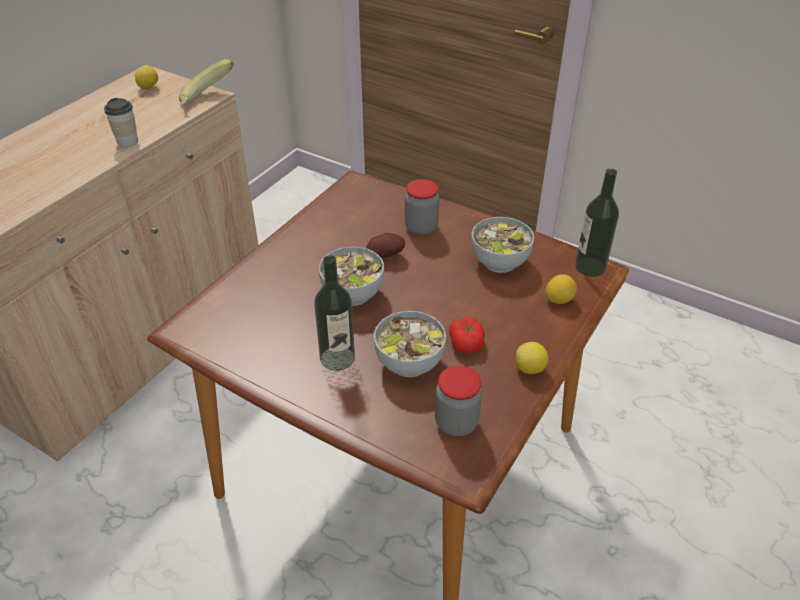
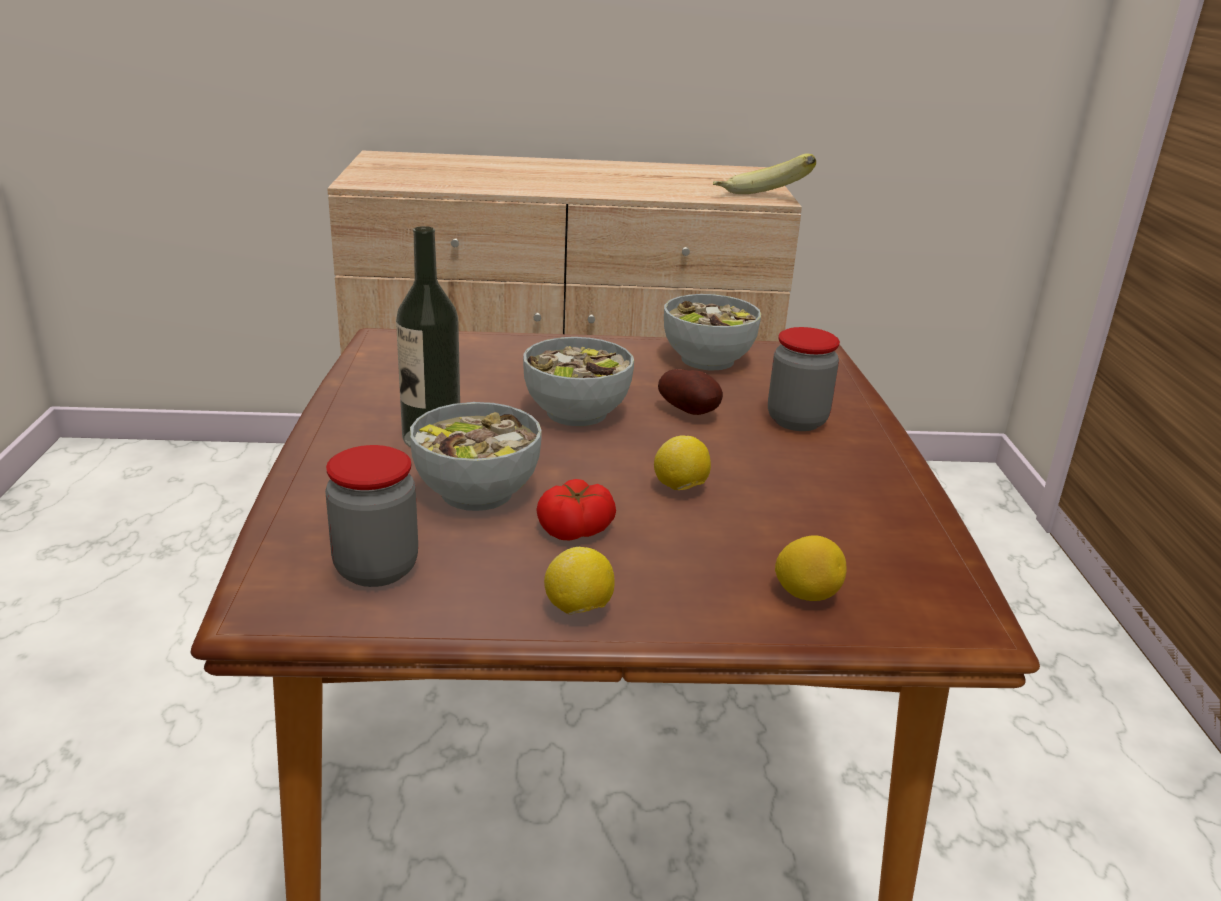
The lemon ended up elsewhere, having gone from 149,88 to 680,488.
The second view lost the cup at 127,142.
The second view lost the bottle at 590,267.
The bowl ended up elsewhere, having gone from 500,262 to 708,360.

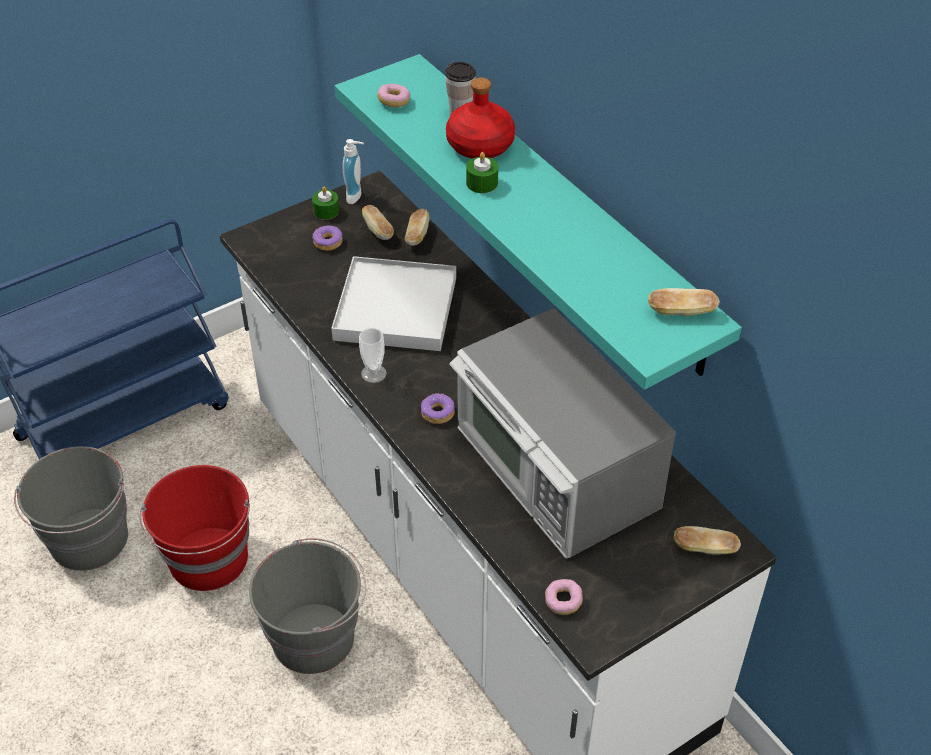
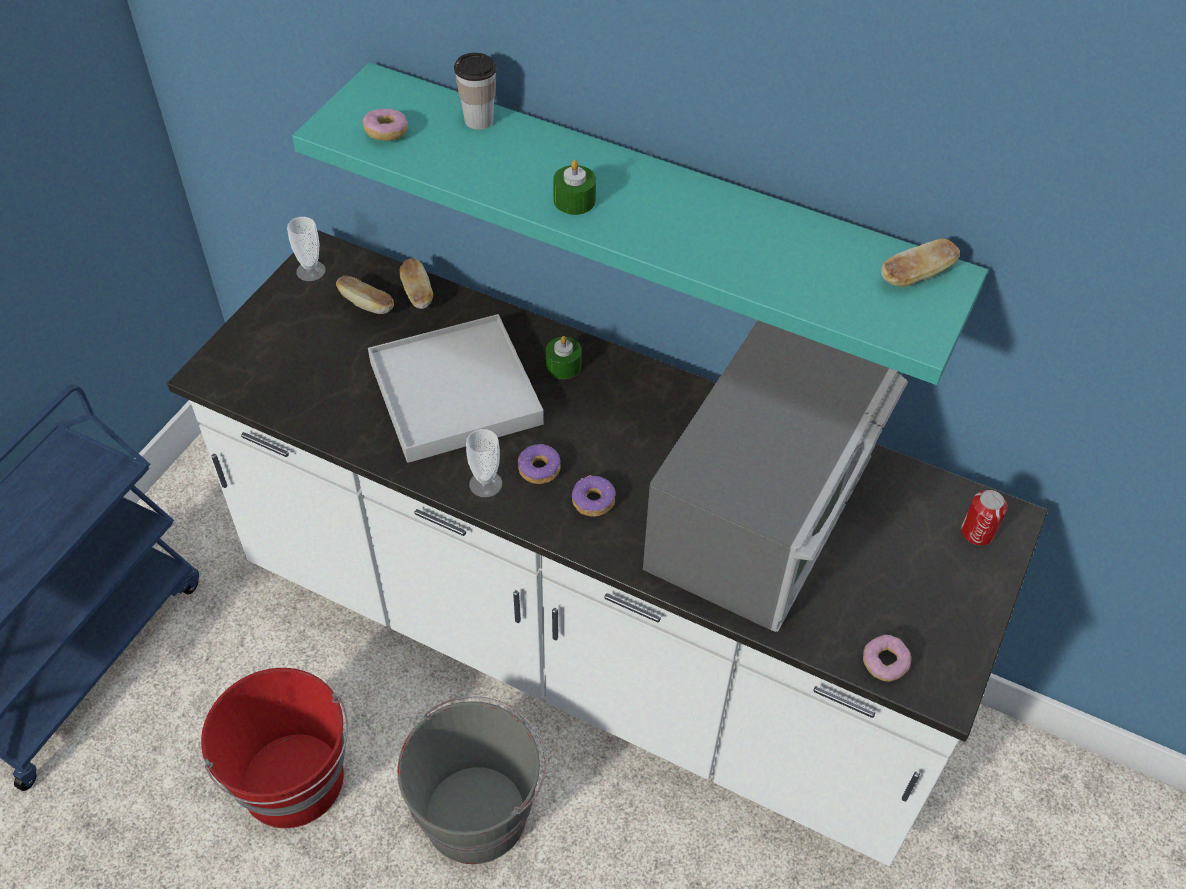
The second view lost the red bottle at 481,145.
Where the soap dispenser stood at 357,196, the cup came to stand at 311,271.
The green candle ended up elsewhere, having gone from 326,211 to 563,365.
The donut ended up elsewhere, having gone from 328,242 to 539,469.
The microwave at 554,469 ended up facing another way, 90 degrees counterclockwise from before.
The second view lost the grey bucket at 89,540.
Where the bread stood at 705,548, the can came to stand at 977,532.

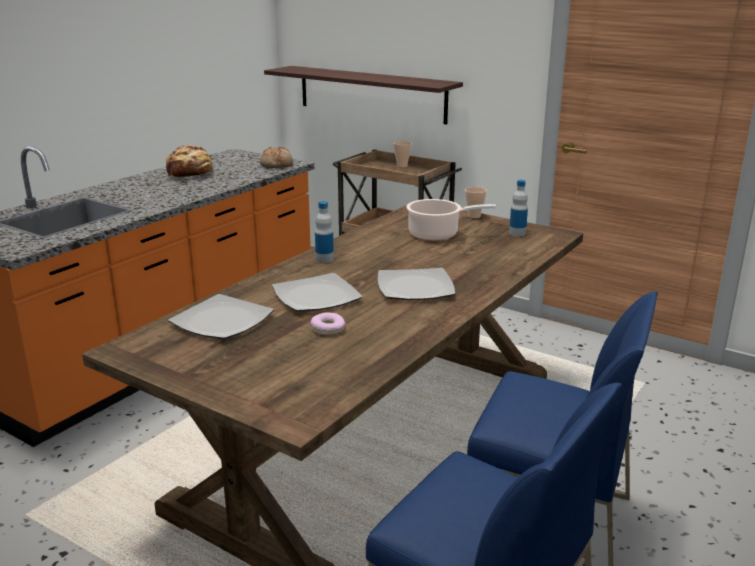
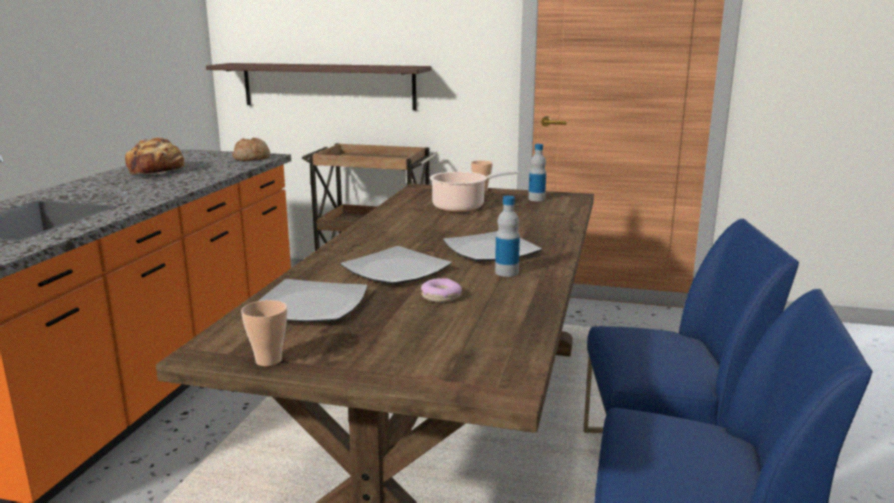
The cup ended up elsewhere, having gone from 402,166 to 268,360.
The bottle ended up elsewhere, having gone from 324,259 to 506,272.

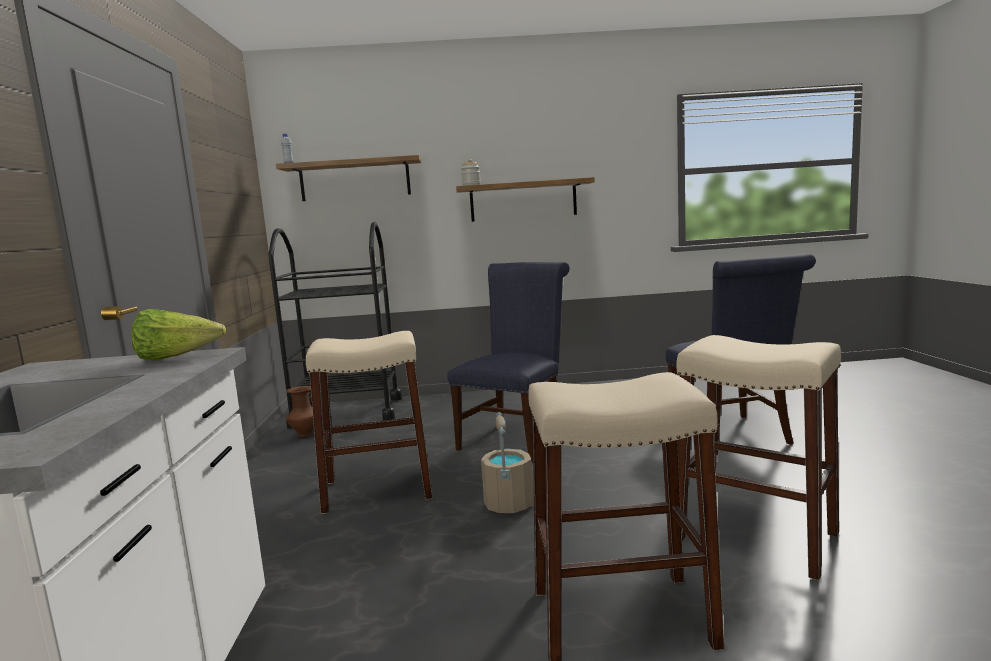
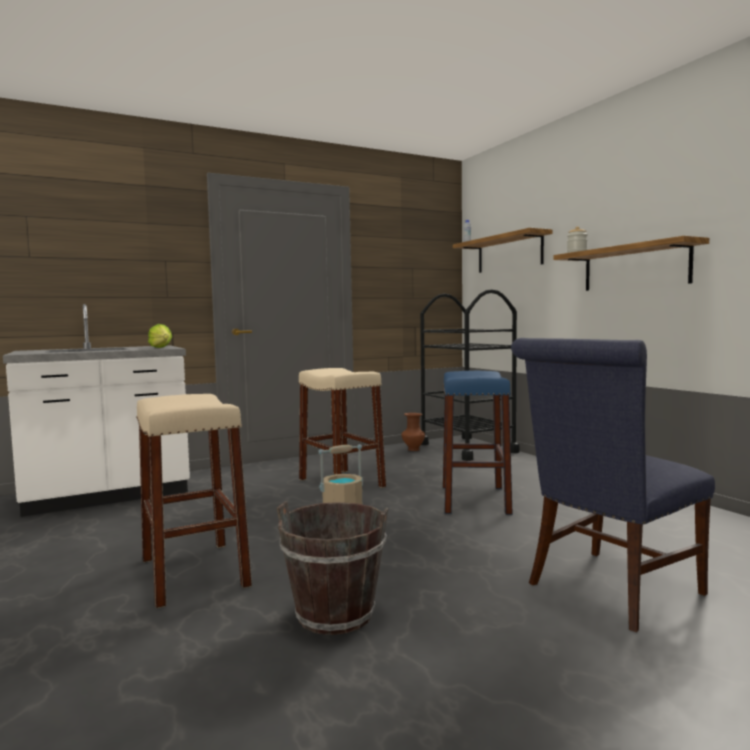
Where the blue chair stood at 517,438, the blue stool came to stand at 474,500.
Where the beige stool stood at 755,536, the brown bucket came to stand at 335,614.

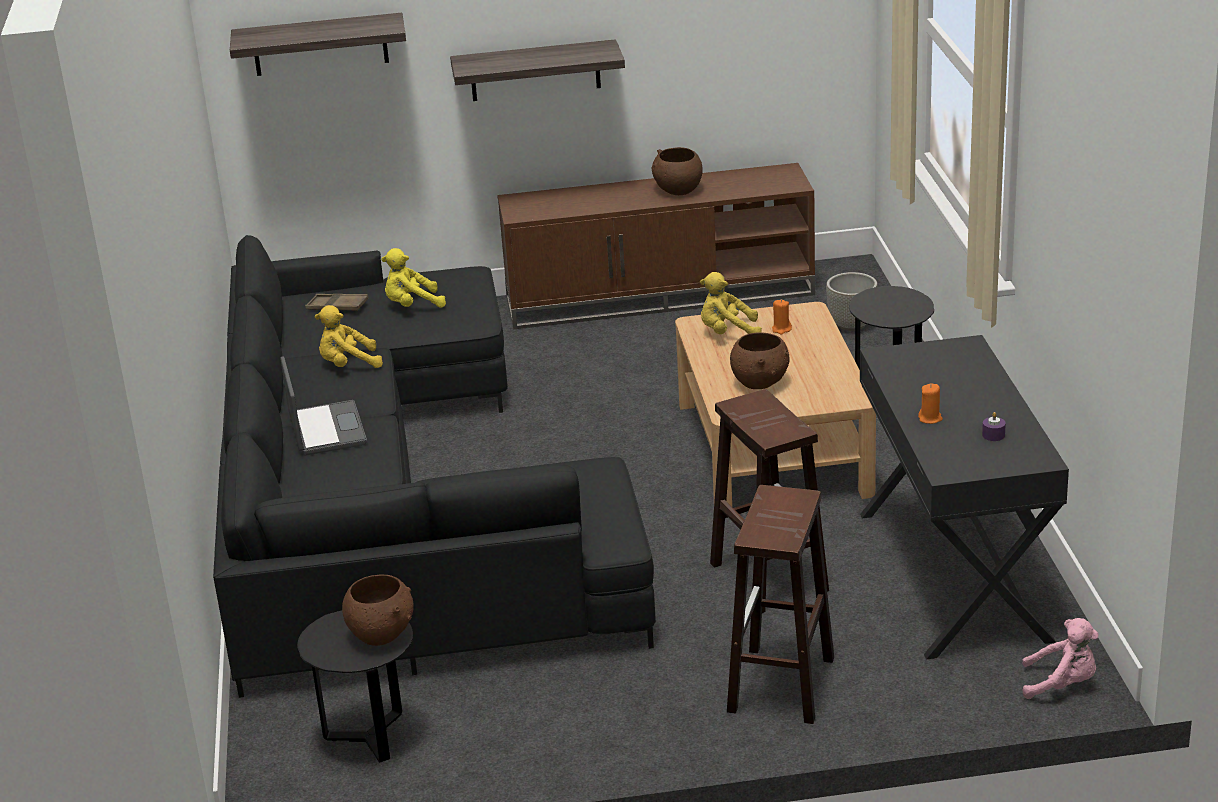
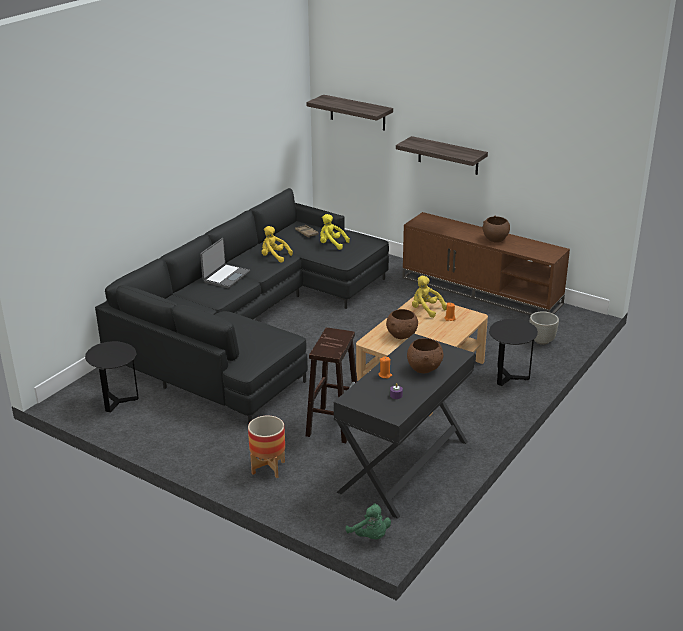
Where the brown stool stood at 781,686, the planter came to stand at 268,468.
The brown bowl ended up elsewhere, having gone from 381,634 to 424,369.
What was the pink plush toy at 1062,684 turned into the green plush toy at 370,536.

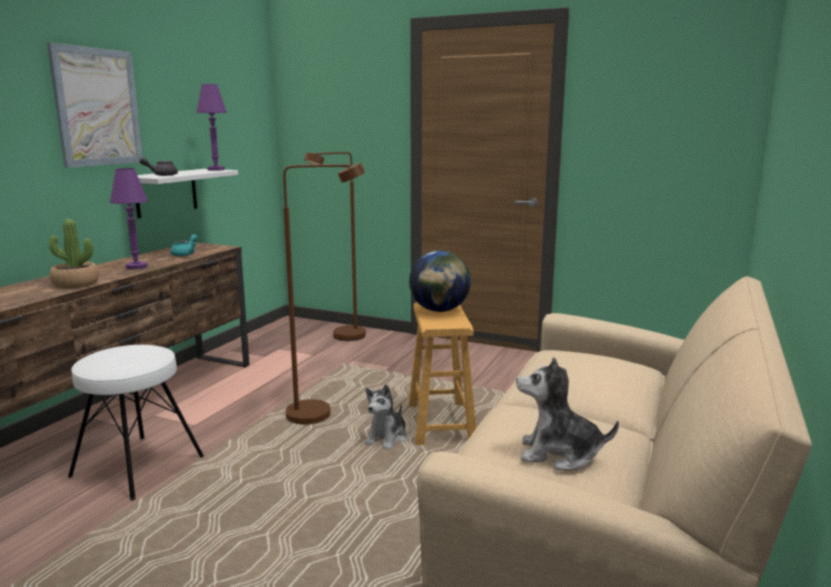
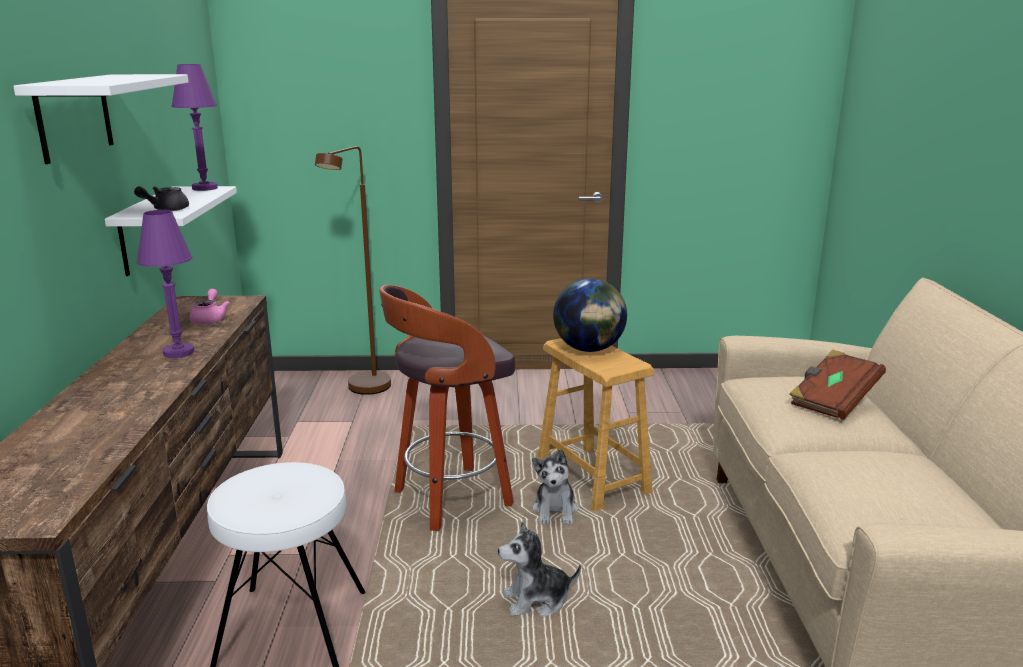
Where the picture hung at 97,107, the white shelf came to hang at 74,116.
Where the brown floor lamp stood at 321,414, the stool came to stand at 450,500.
The second view lost the potted plant at 75,284.
What was the turquoise teapot at 185,254 turned into the pink teapot at 210,319.
The plush toy ended up elsewhere, having gone from 559,454 to 536,600.
The second view gained the brown book at 833,401.

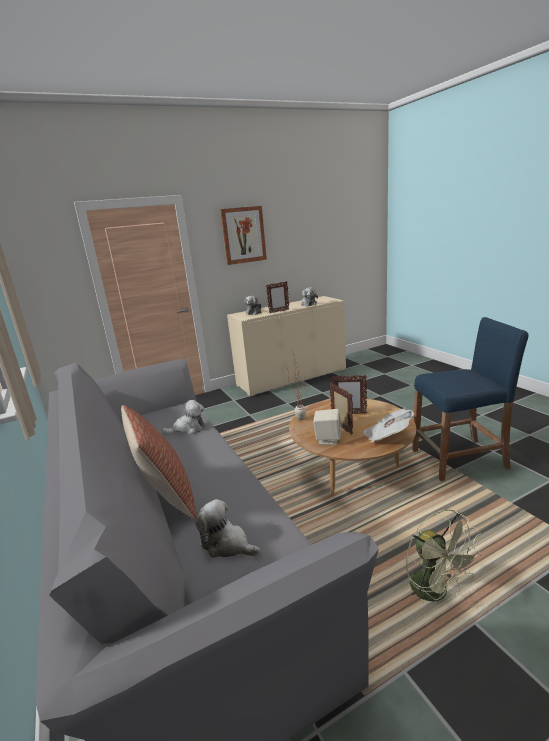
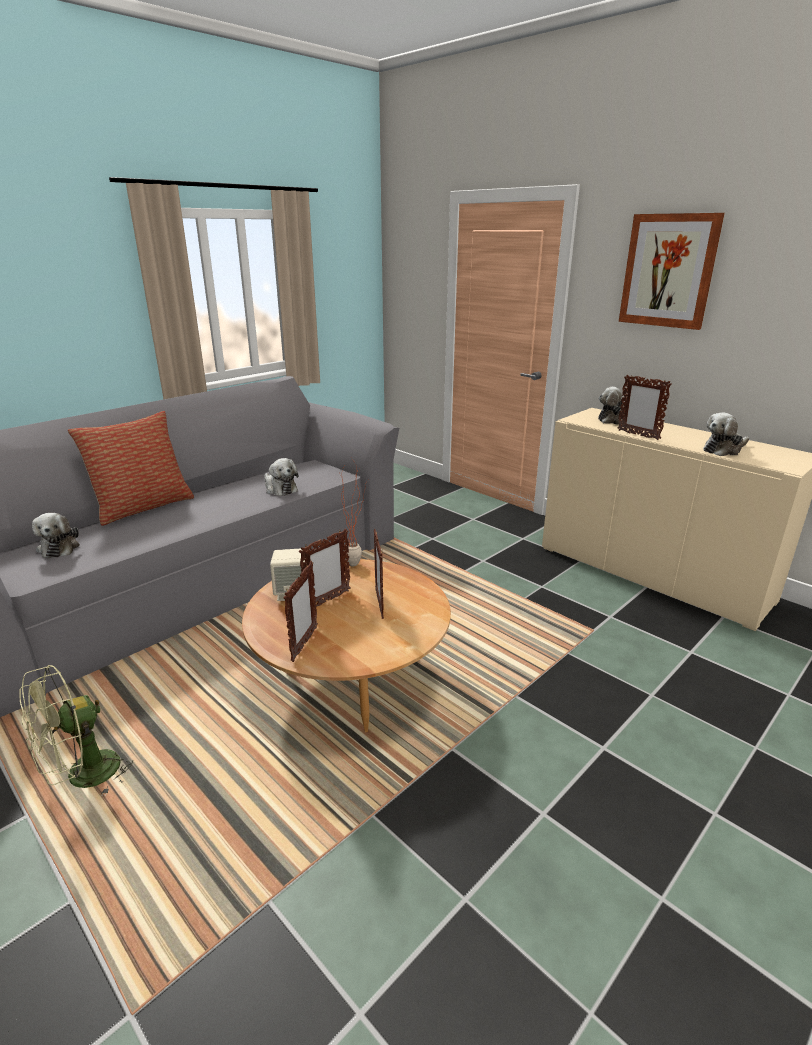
The second view lost the blue stool at 459,459.
Where the newspaper stood at 387,436, the picture frame came to stand at 304,644.
The plush toy at 227,544 ended up facing another way, 150 degrees clockwise from before.

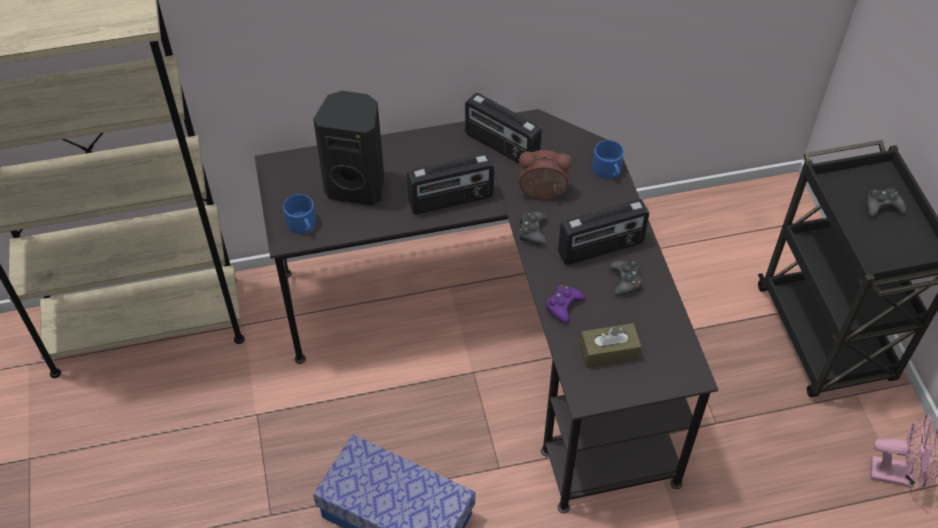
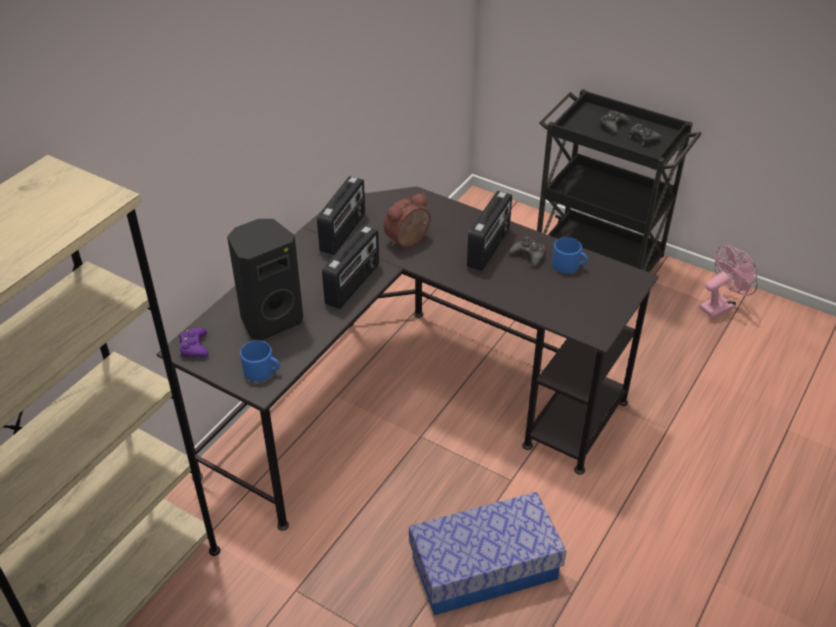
The radio at 501,147 ended up facing another way, 60 degrees counterclockwise from before.
The blue mug ended up elsewhere, having gone from 608,170 to 569,265.
The black game controller ended up elsewhere, having gone from 532,231 to 643,138.
The purple game controller ended up elsewhere, having gone from 563,306 to 194,347.
The second view lost the brown tissue box at 609,351.

